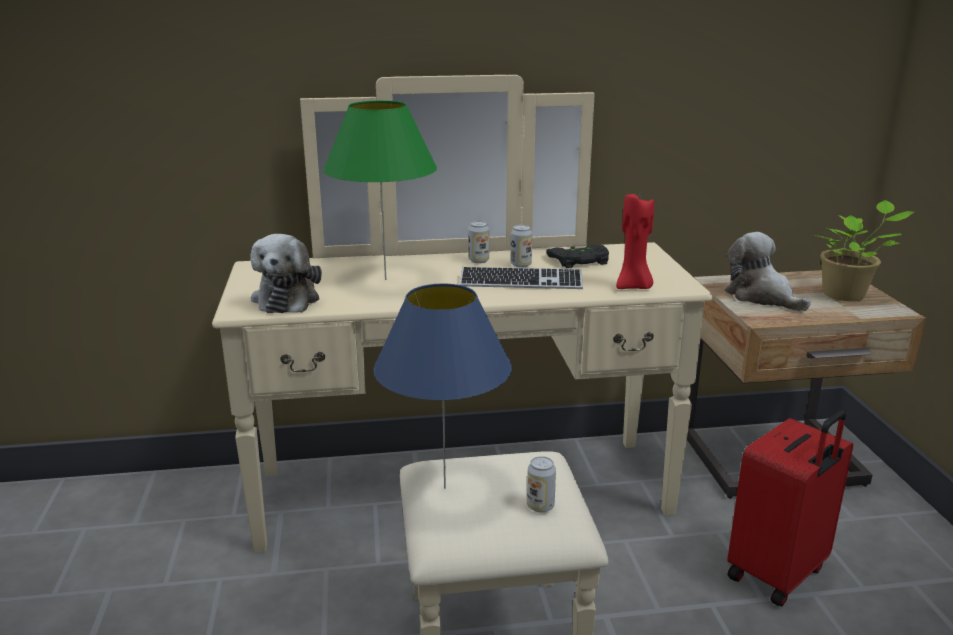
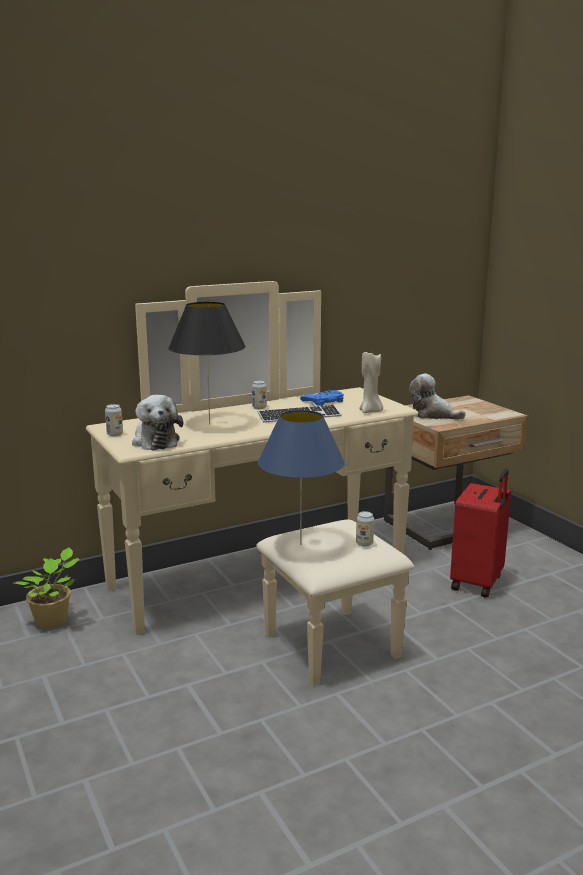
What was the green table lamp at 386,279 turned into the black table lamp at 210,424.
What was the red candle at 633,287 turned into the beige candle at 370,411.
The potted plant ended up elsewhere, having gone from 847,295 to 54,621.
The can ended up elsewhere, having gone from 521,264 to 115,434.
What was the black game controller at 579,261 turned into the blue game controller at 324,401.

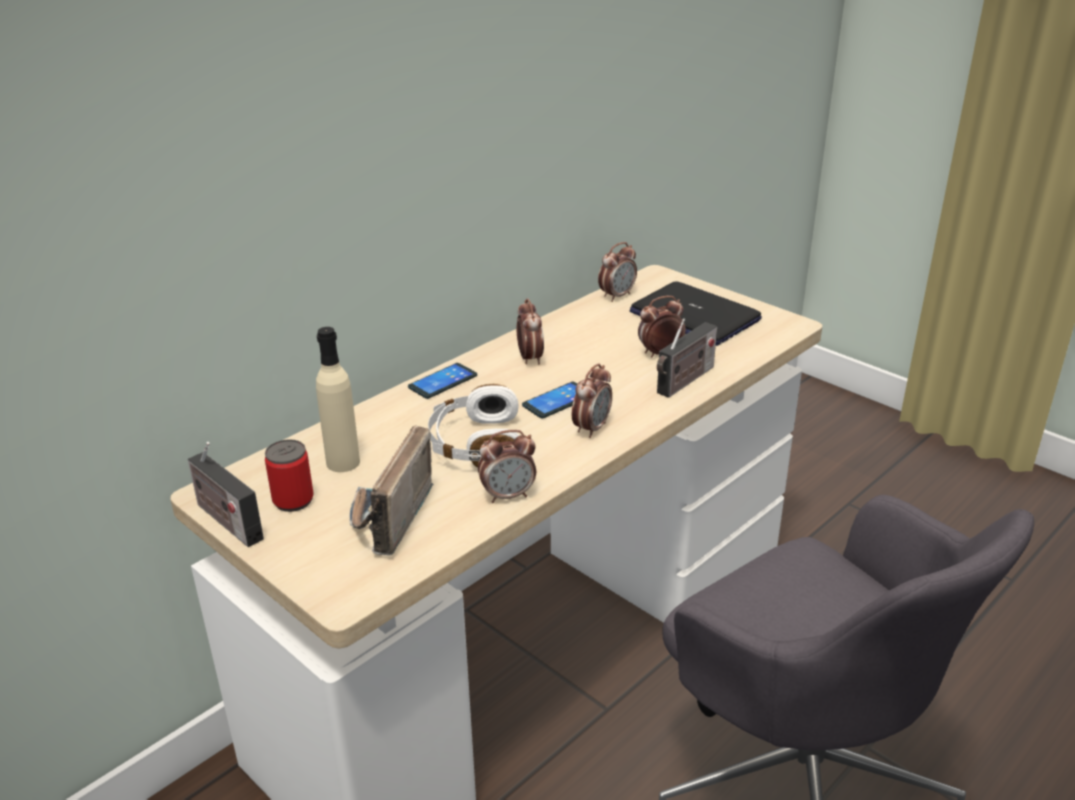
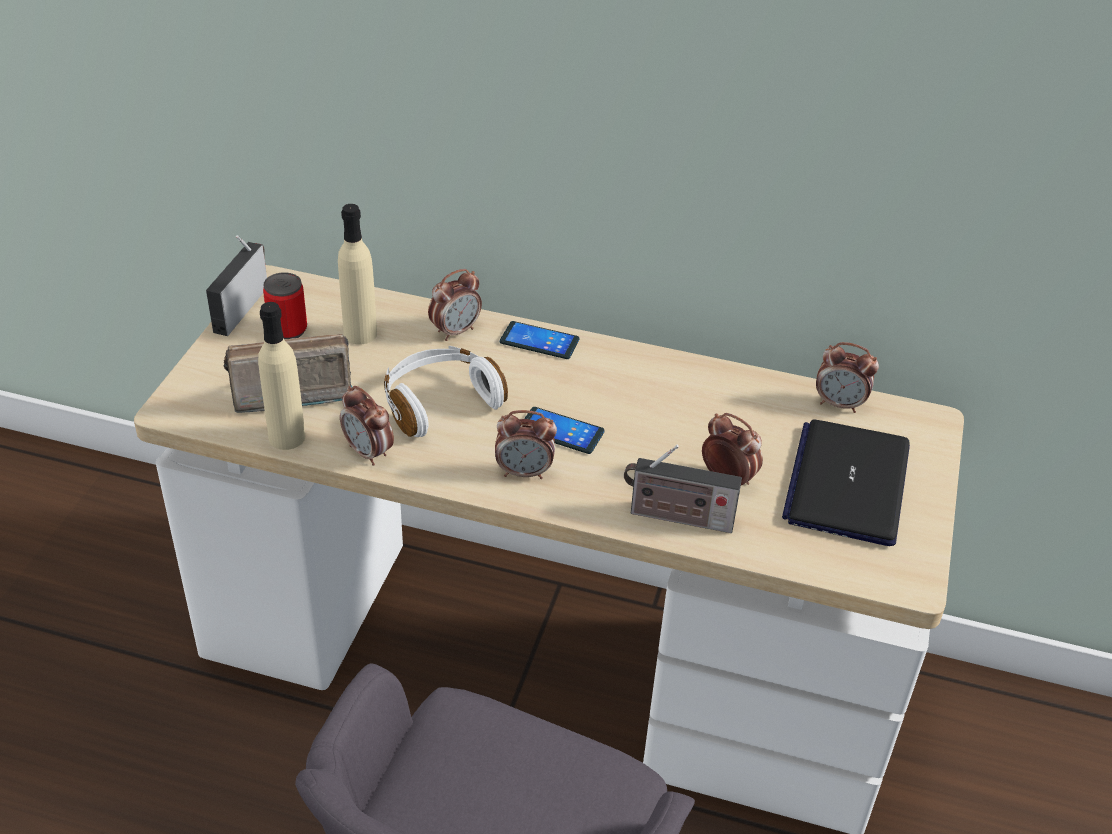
The alarm clock ended up elsewhere, having gone from 530,358 to 455,331.
The second view gained the beige bottle at 287,437.

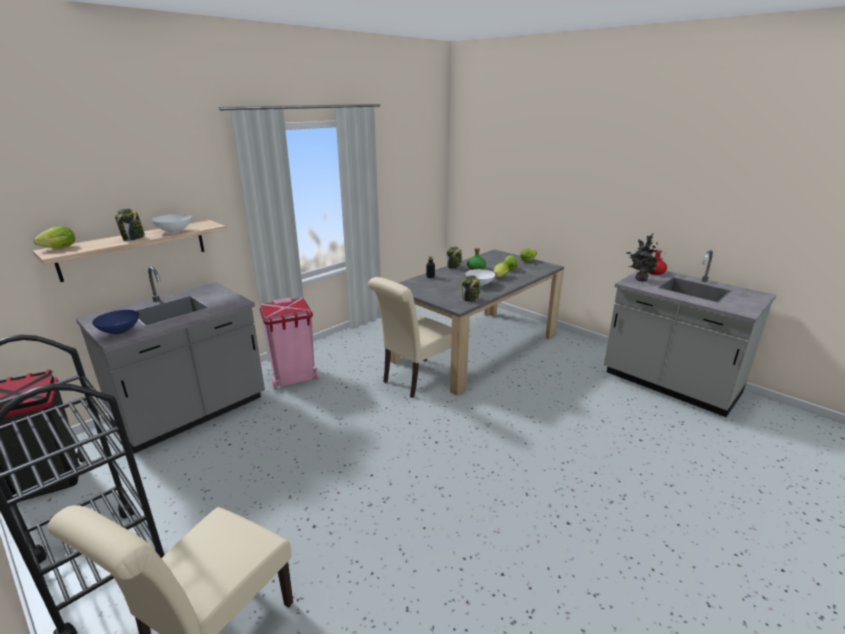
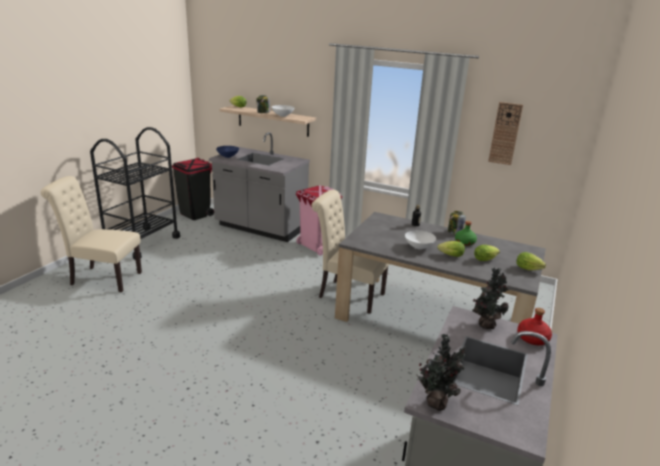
The second view lost the jar at 471,299.
The second view gained the wall clock at 505,133.
The second view gained the potted plant at 437,402.

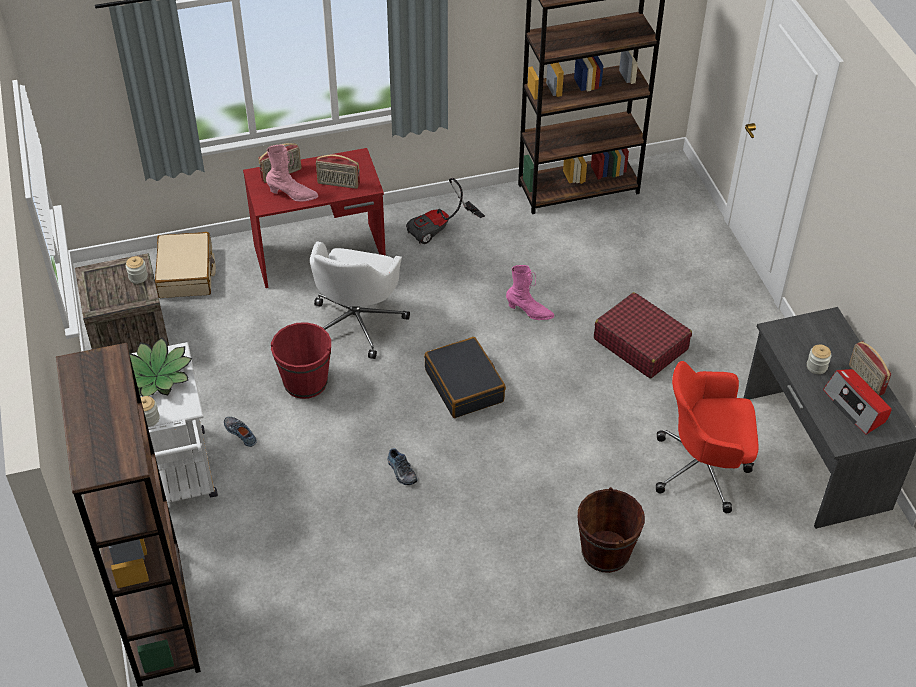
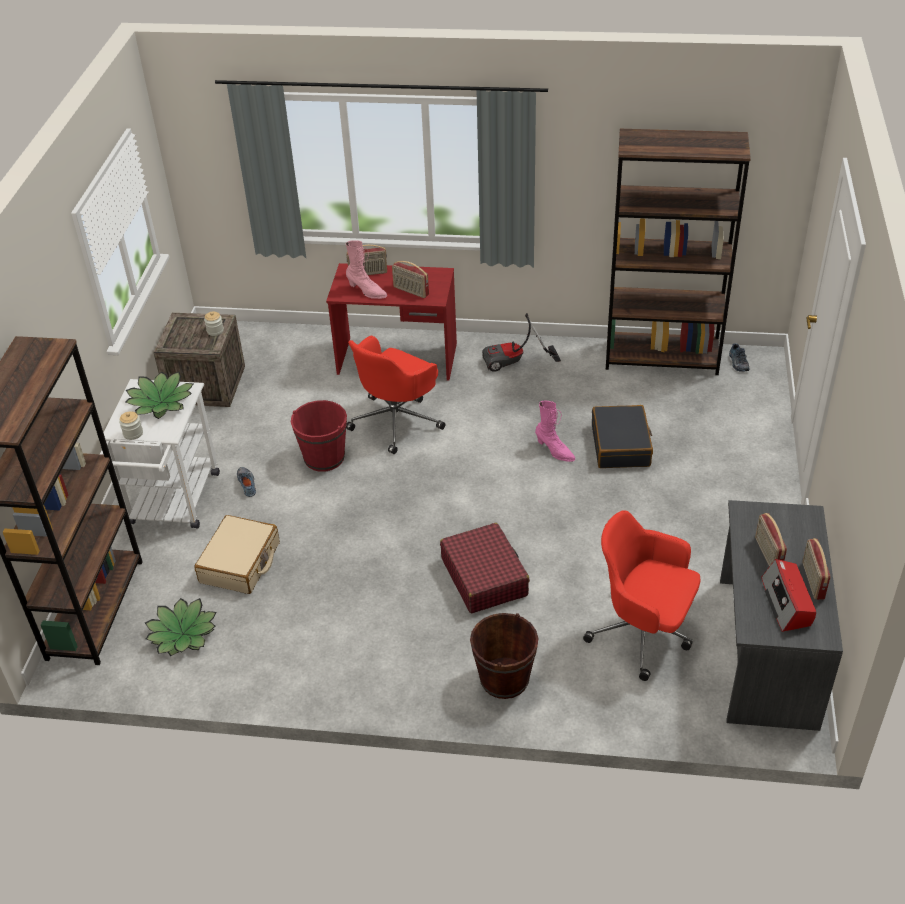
The beige suitcase ended up elsewhere, having gone from 186,273 to 240,563.
What was the white office chair at 357,322 turned into the red office chair at 397,421.
The red suitcase ended up elsewhere, having gone from 640,344 to 484,577.
The black suitcase ended up elsewhere, having gone from 464,385 to 621,445.
Where the jar stood at 816,366, the radio came to stand at 767,554.
The shoe ended up elsewhere, having gone from 401,471 to 737,362.
The second view gained the potted plant at 183,633.

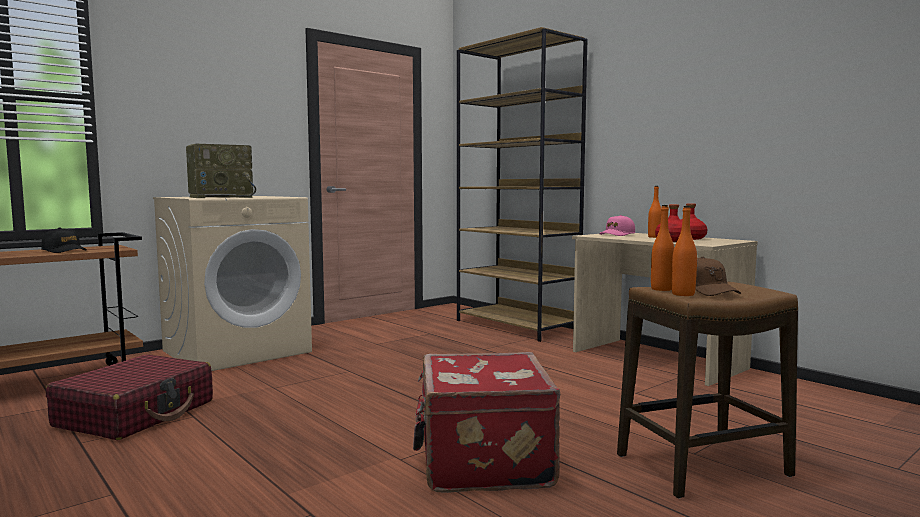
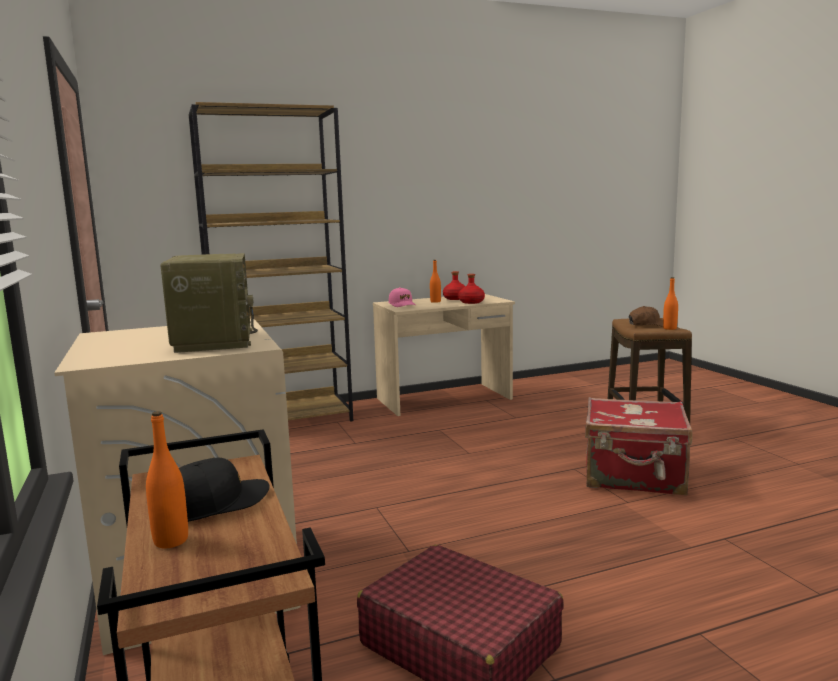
The orange bottle ended up elsewhere, having gone from 661,289 to 171,541.

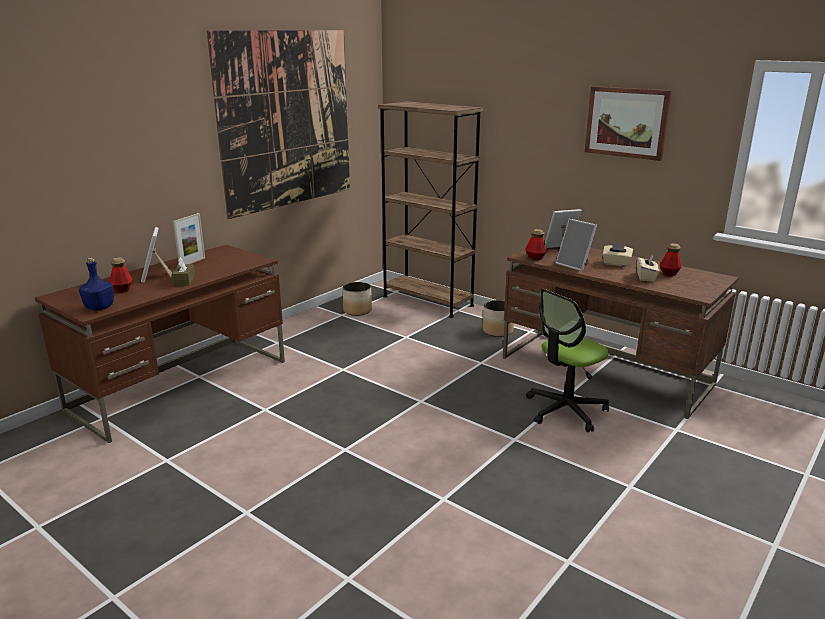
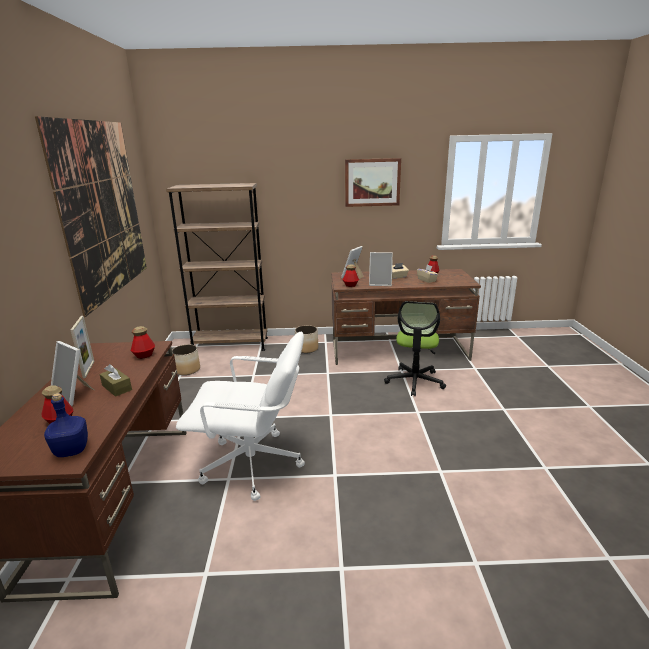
The second view gained the bottle at 144,355.
The second view gained the white office chair at 253,465.

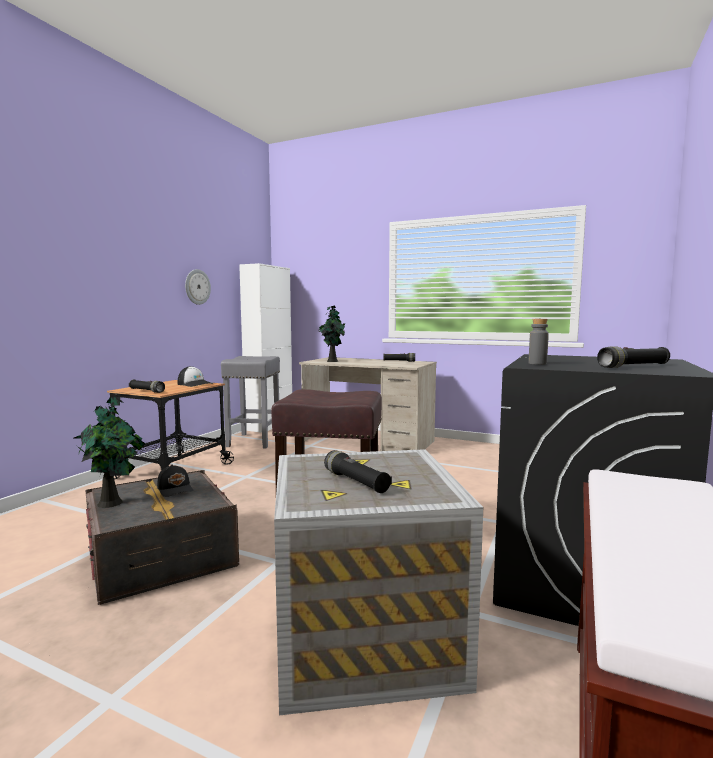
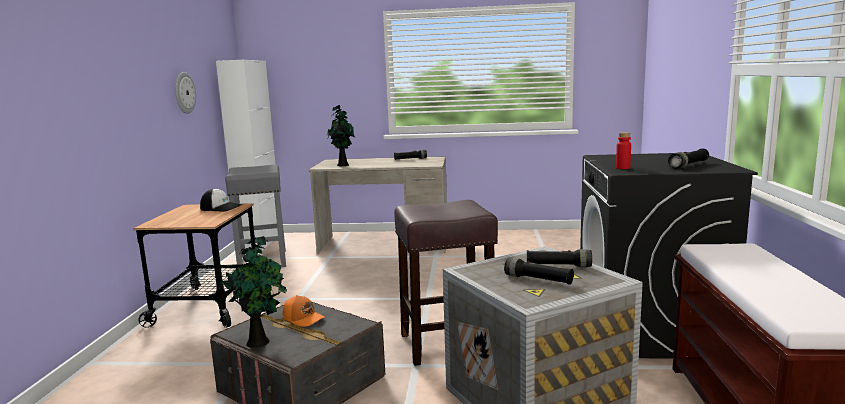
What was the grey bottle at 537,363 turned into the red bottle at 623,168.
The black flashlight ended up elsewhere, having gone from 147,391 to 558,266.
What was the black cap at 176,489 turned into the orange cap at 303,318.

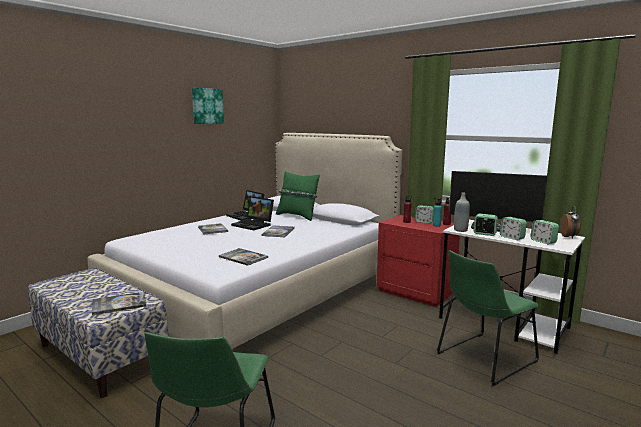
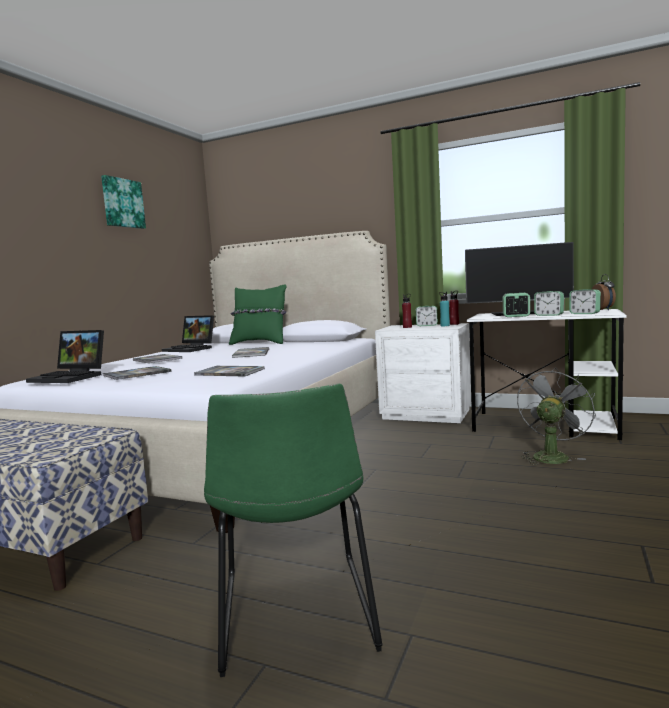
The second view lost the grey bottle at 460,230.
The laptop ended up elsewhere, having gone from 254,225 to 71,377.
What was the red nightstand at 416,291 turned into the white nightstand at 426,414.
Where the green chair stood at 483,358, the grey fan came to stand at 552,456.
The book ended up elsewhere, having gone from 119,304 to 137,374.

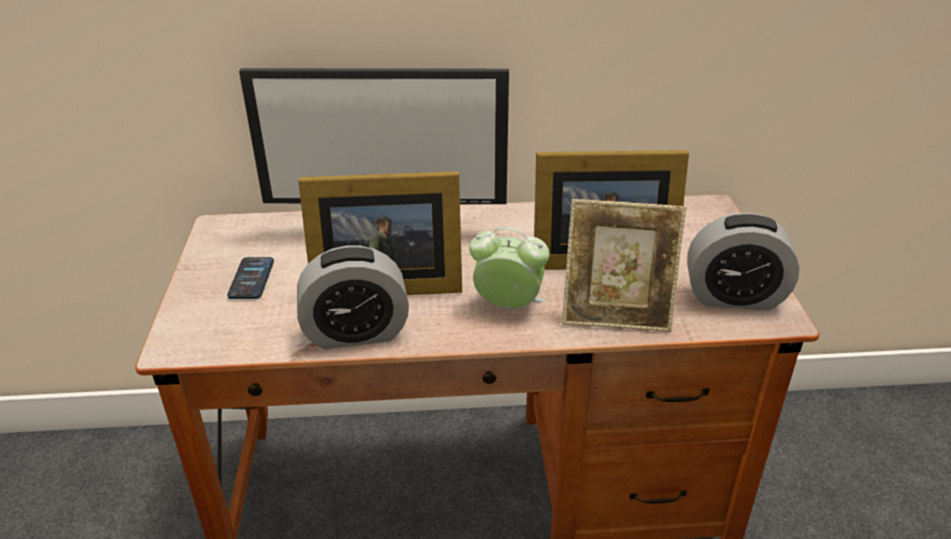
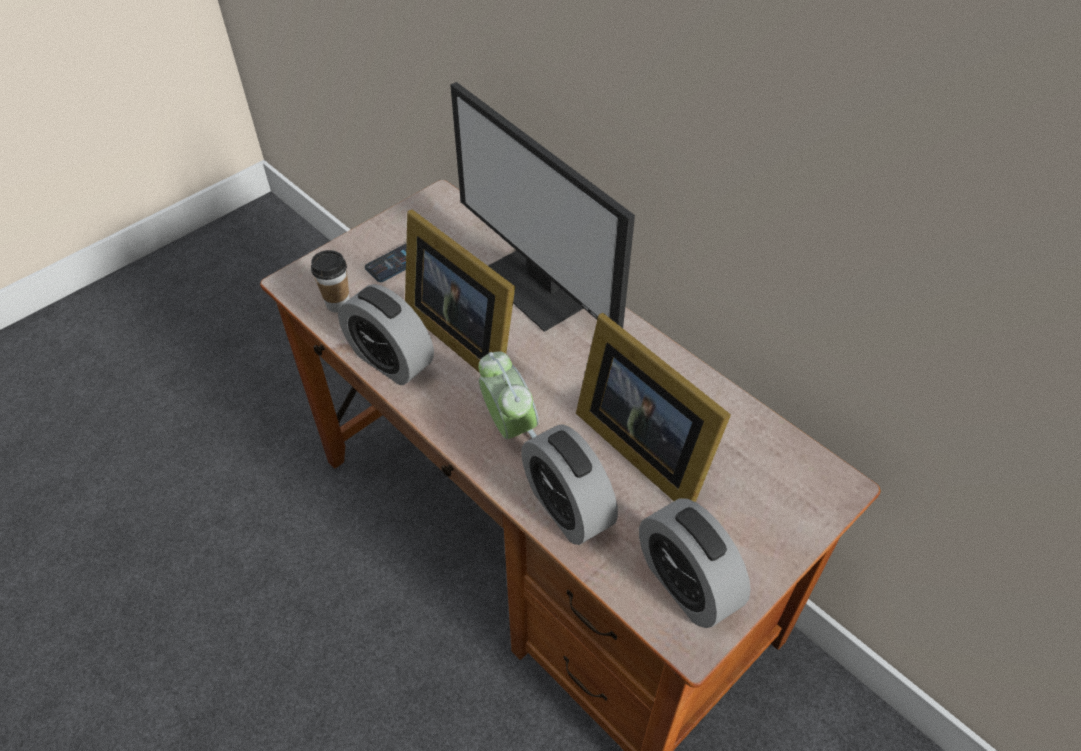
Where the picture frame stood at 616,316, the alarm clock came to stand at 567,507.
The second view gained the cup at 338,304.

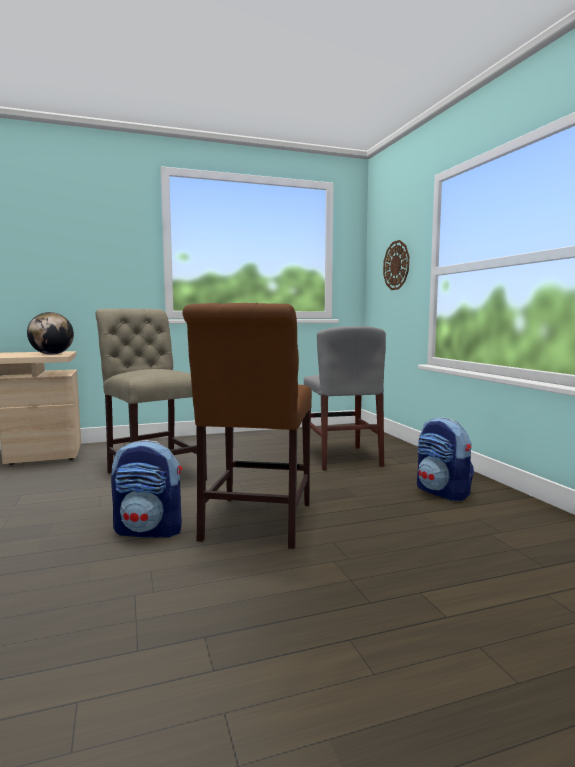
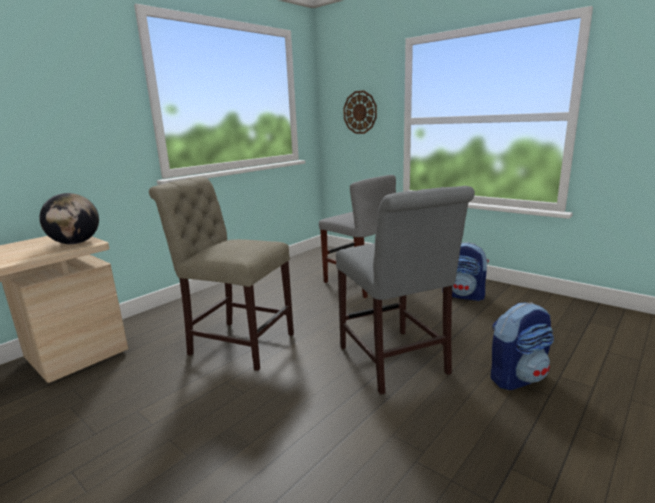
What was the brown chair at 254,524 turned into the grey chair at 395,363.
The backpack ended up elsewhere, having gone from 150,530 to 517,377.

